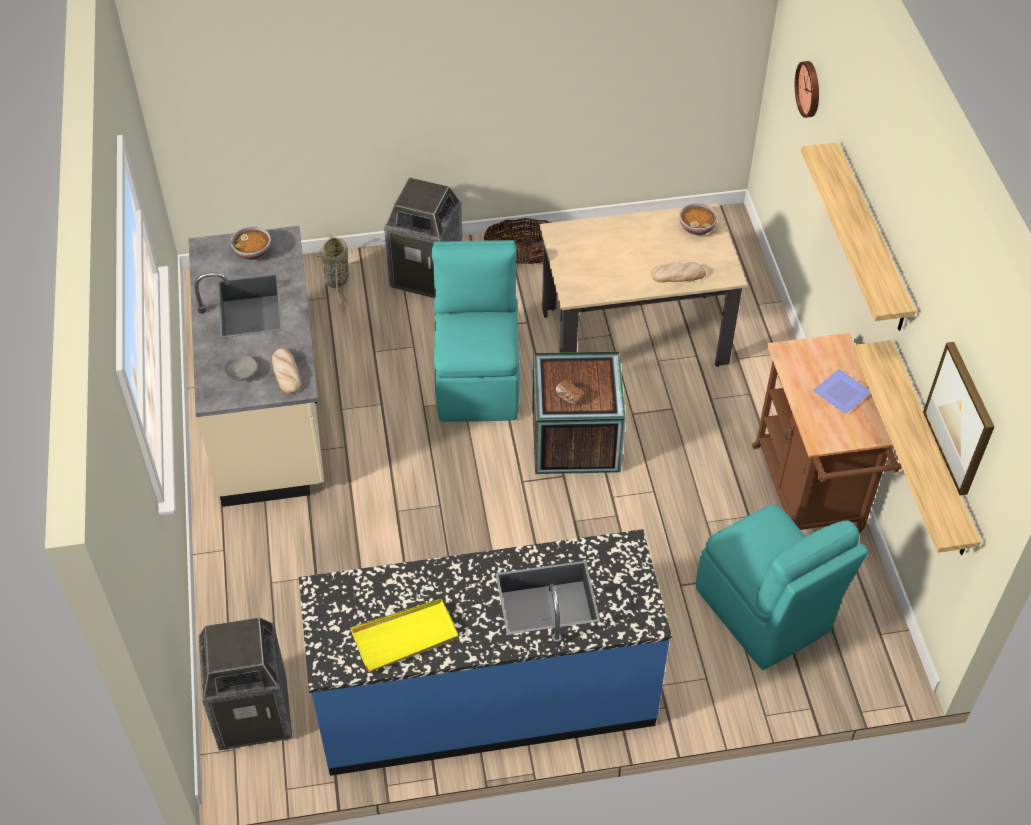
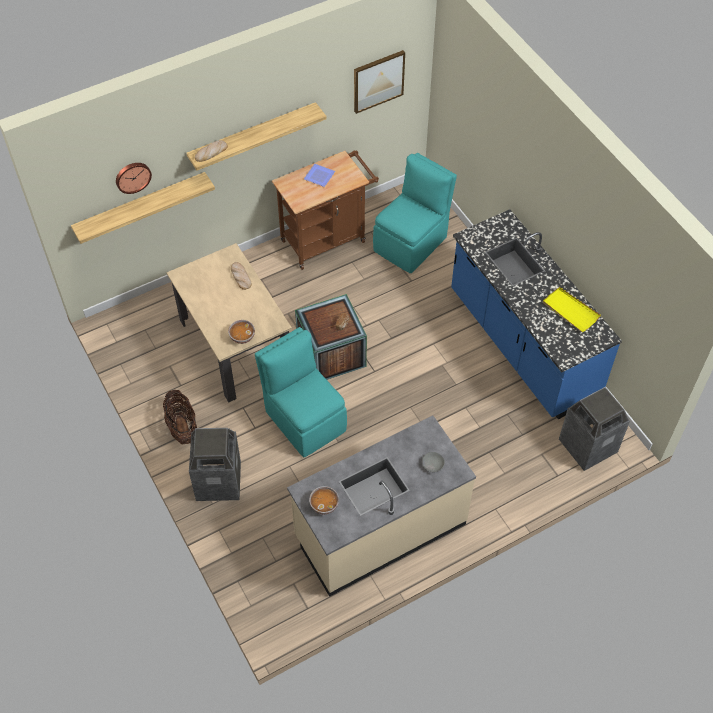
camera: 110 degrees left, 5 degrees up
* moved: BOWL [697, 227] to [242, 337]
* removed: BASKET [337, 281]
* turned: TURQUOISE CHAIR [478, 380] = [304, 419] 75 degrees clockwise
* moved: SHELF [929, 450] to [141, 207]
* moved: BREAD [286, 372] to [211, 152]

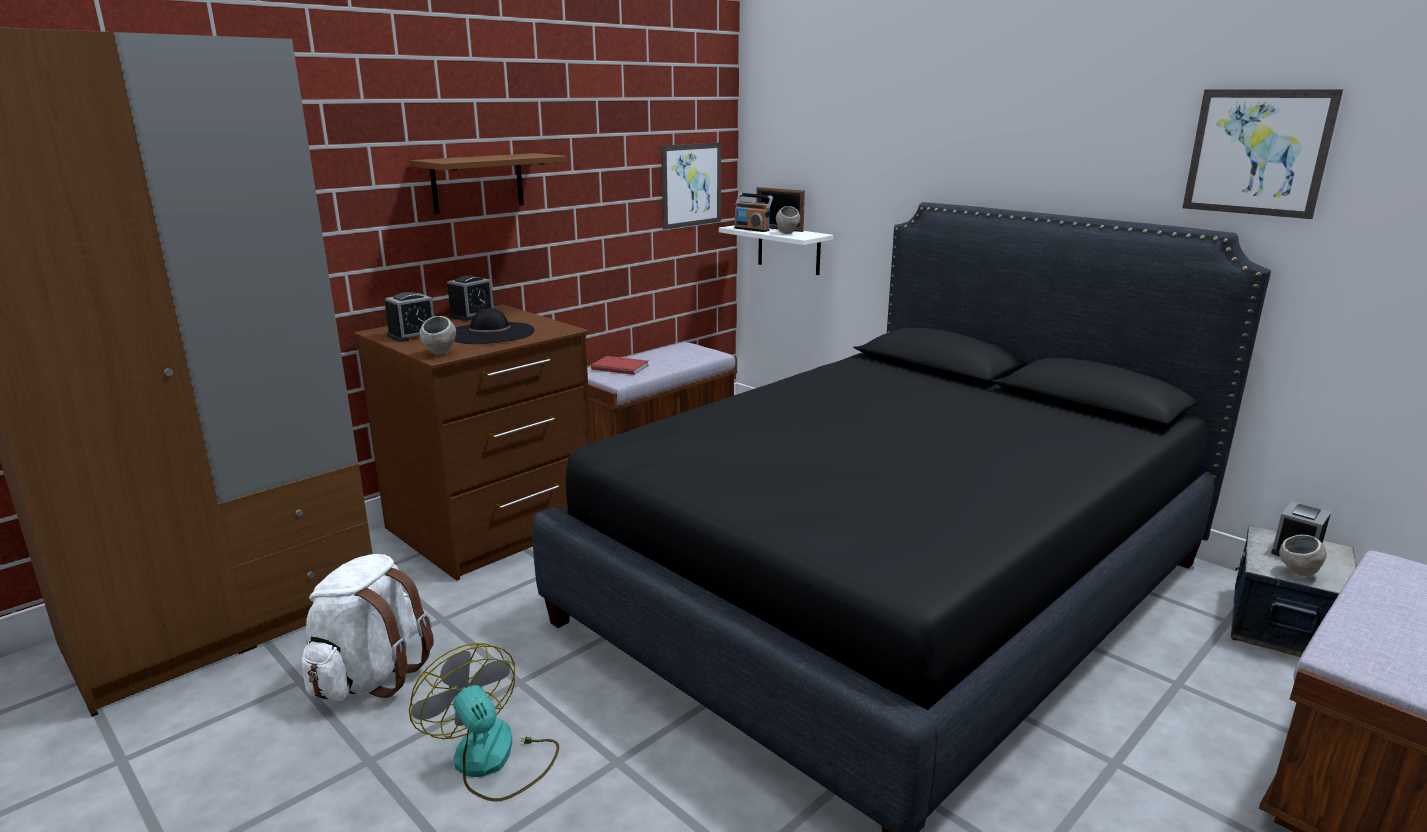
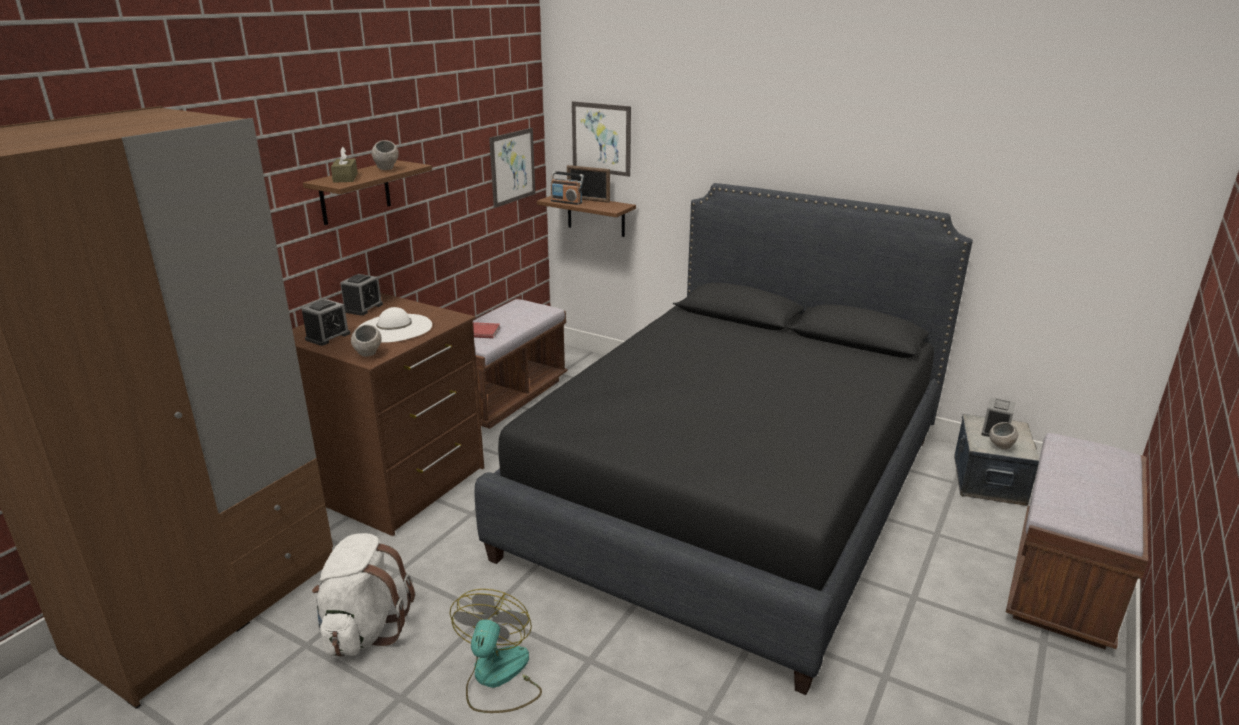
camera: 15 degrees left, 5 degrees up
* moved: PICTURE [1257, 152] to [601, 138]
* moved: GREY BOWL [787, 233] to [387, 169]
* recoloured: WHITE SHELF [789, 249] to BROWN SHELF [596, 215]
* recoloured: BLACK HAT [490, 333] to WHITE HAT [394, 328]
* turned: FAN [493, 760] = [497, 678] 60 degrees clockwise
* added: BROWN TISSUE BOX [345, 178]

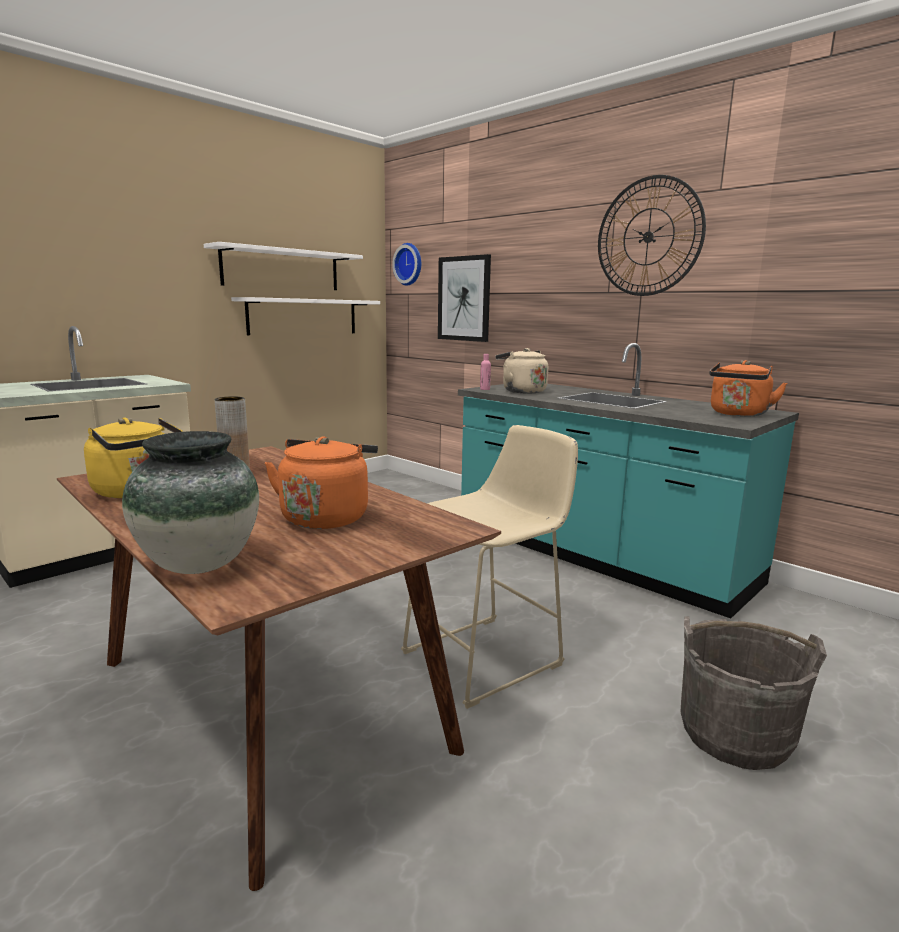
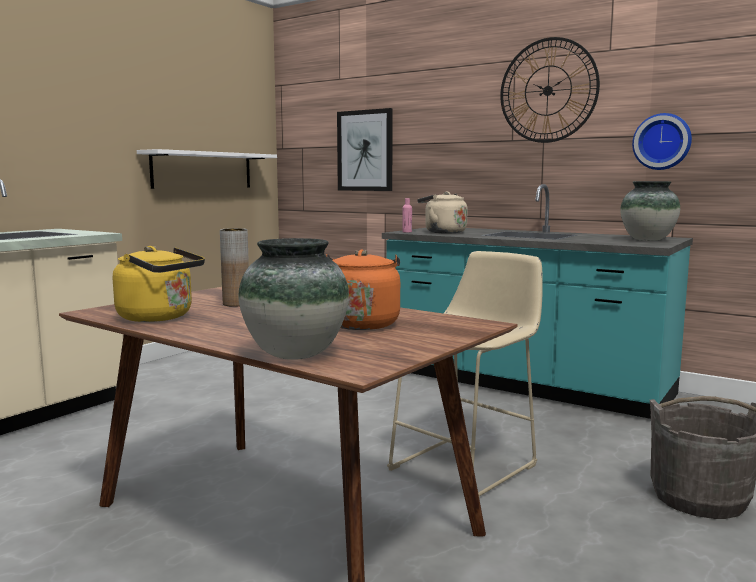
camera: 10 degrees left, 5 degrees down
* removed: WHITE SHELF [281, 269]
* moved: WALL CLOCK [410, 264] to [662, 142]
* replaced: ORANGE KETTLE [738, 414] to VASE [647, 240]

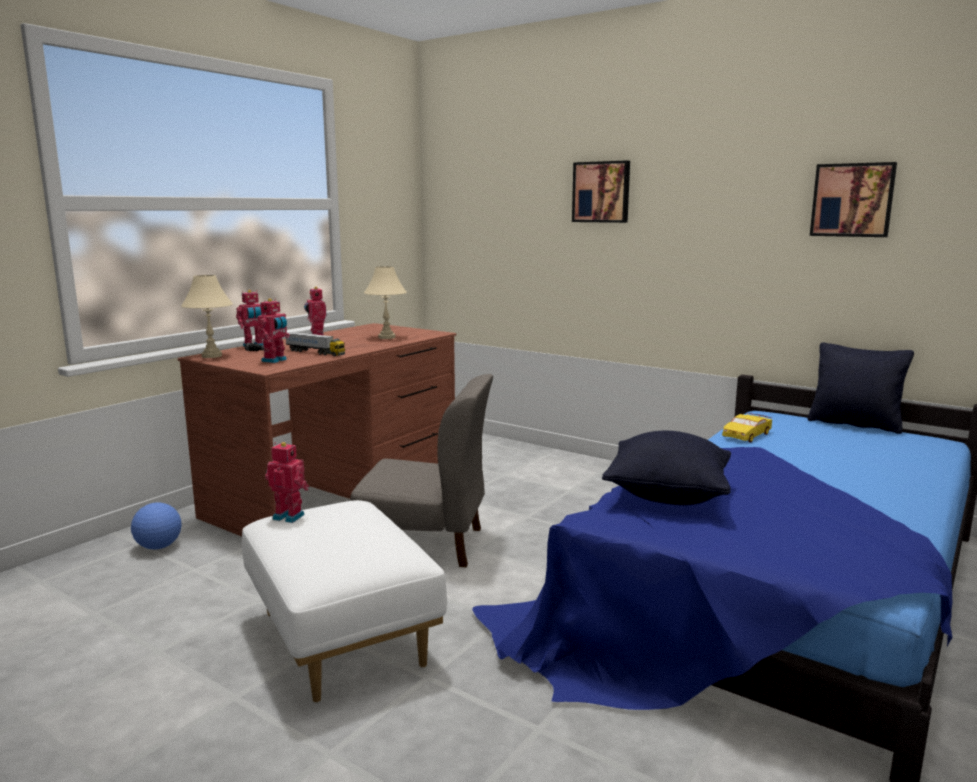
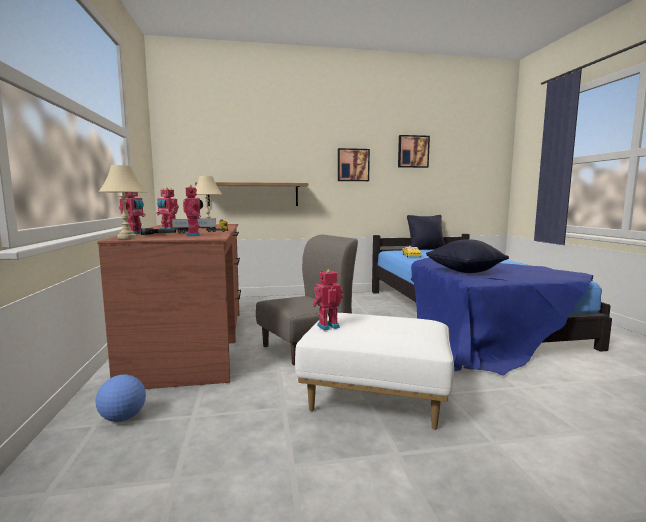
camera: 45 degrees left, 5 degrees down
* moved: PICTURE [601, 192] to [353, 165]
* added: SHELF [253, 194]

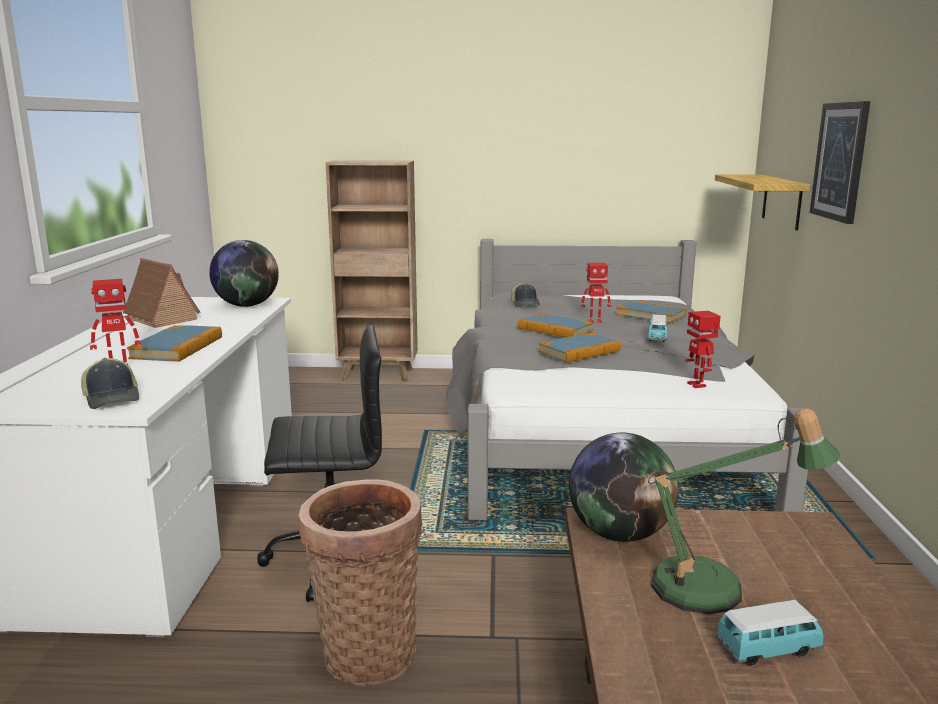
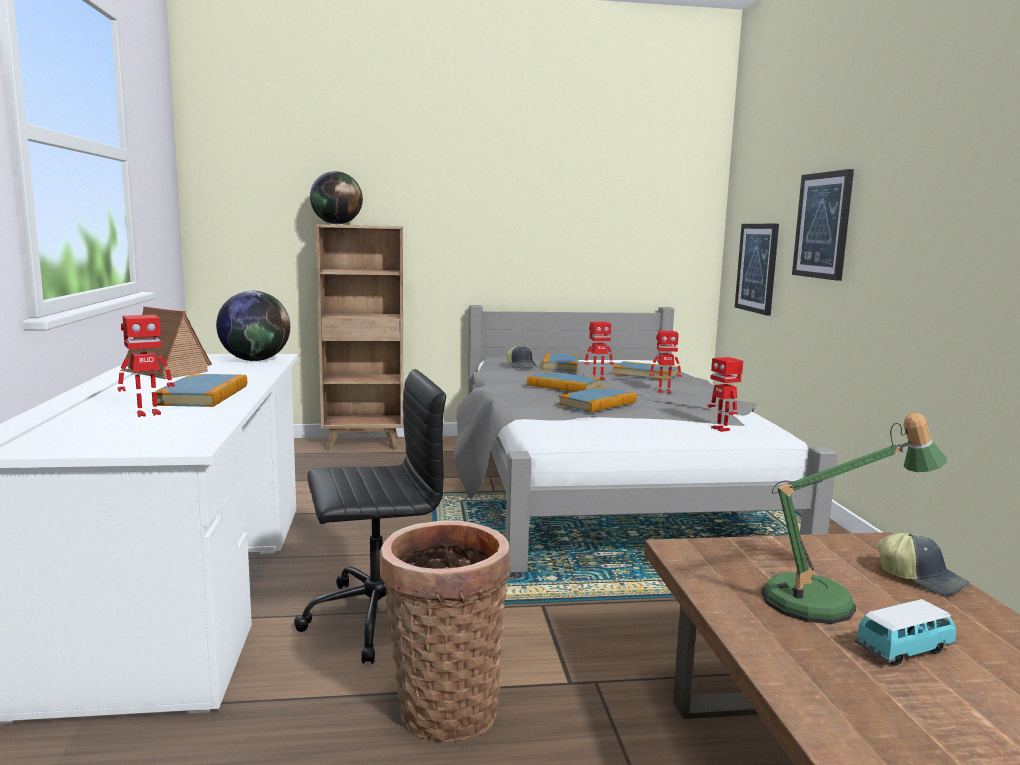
camera: 10 degrees left, 5 degrees down
* replaced: SHELF [782, 201] to PICTURE [757, 268]
* replaced: TOY CAR [657, 338] to TOY ROBOT [664, 391]
* moved: CAP [113, 398] to [922, 579]
* moved: GLOBE [619, 534] to [337, 224]
* added: BOOK [560, 365]

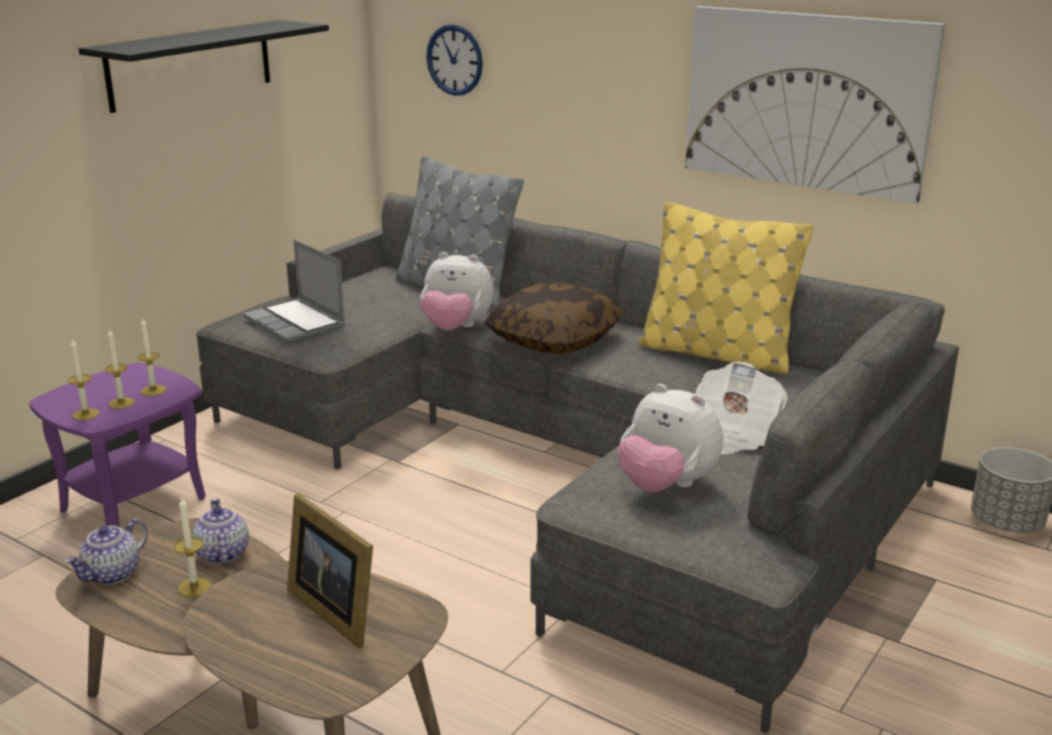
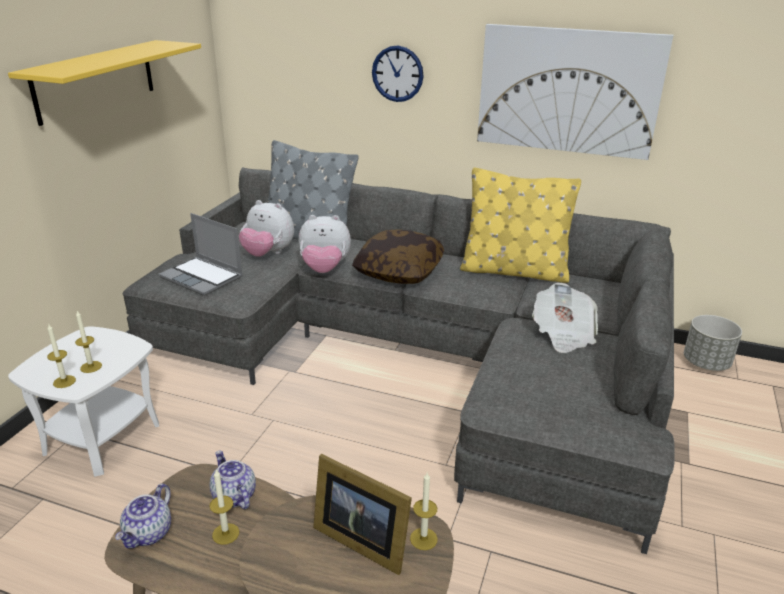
camera: 15 degrees left, 5 degrees up
* recoloured: BLACK SHELF [191, 64] to YELLOW SHELF [95, 80]
* moved: WALL CLOCK [455, 60] to [397, 74]
* moved: CANDLE [153, 390] to [423, 539]
* recoloured: PURPLE SIDE TABLE [133, 503] to WHITE SIDE TABLE [102, 438]
* moved: PLUSH TOY [666, 486] to [268, 254]

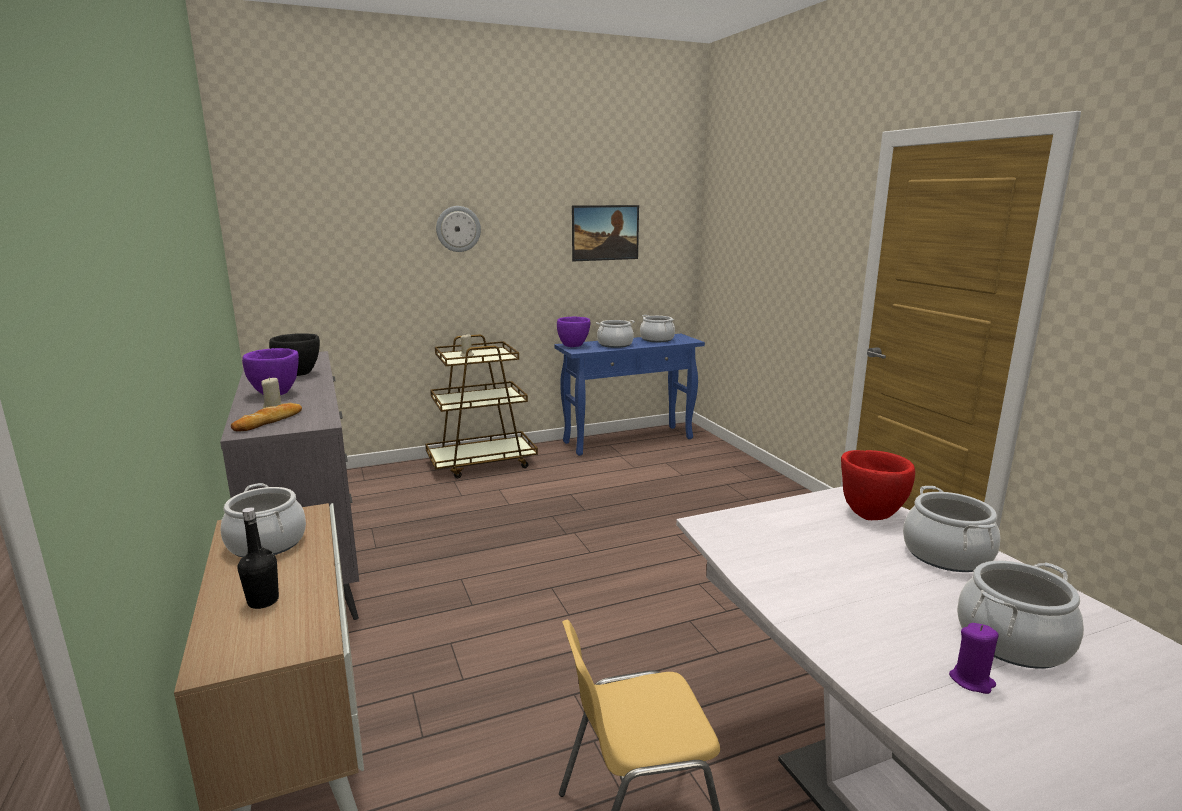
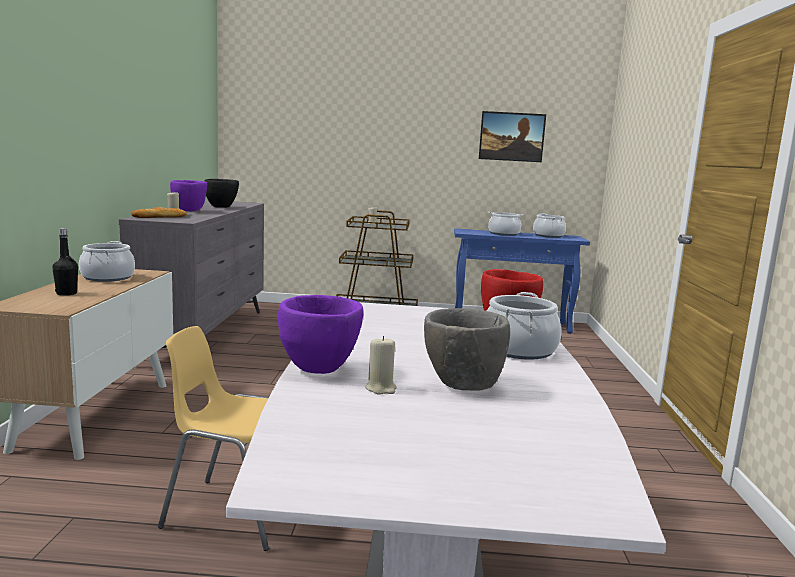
camera: 25 degrees right, 5 degrees down
* removed: WALL CLOCK [458, 229]
* moved: PURPLE BOWL [573, 346] to [319, 370]
* replaced: COOKING POT [1013, 641] to GREY BOWL [462, 386]
* recoloured: PURPLE CANDLE [972, 681] to BEIGE CANDLE [381, 388]

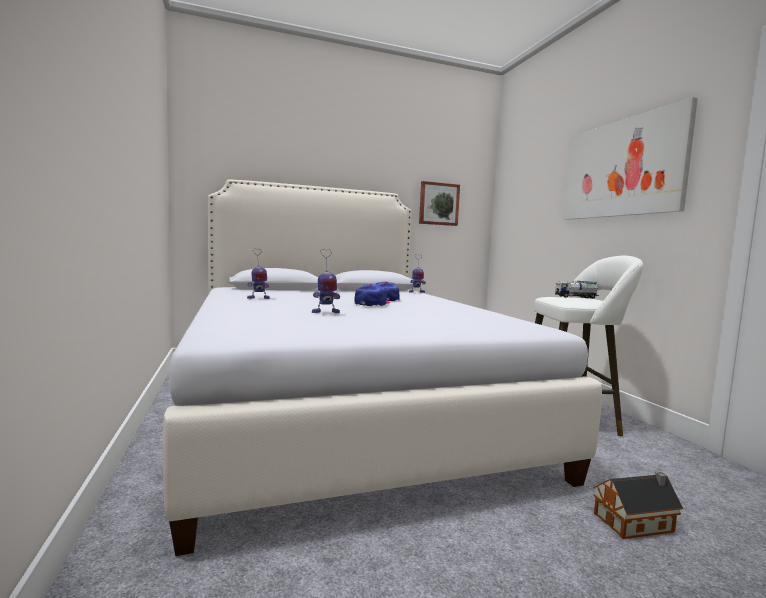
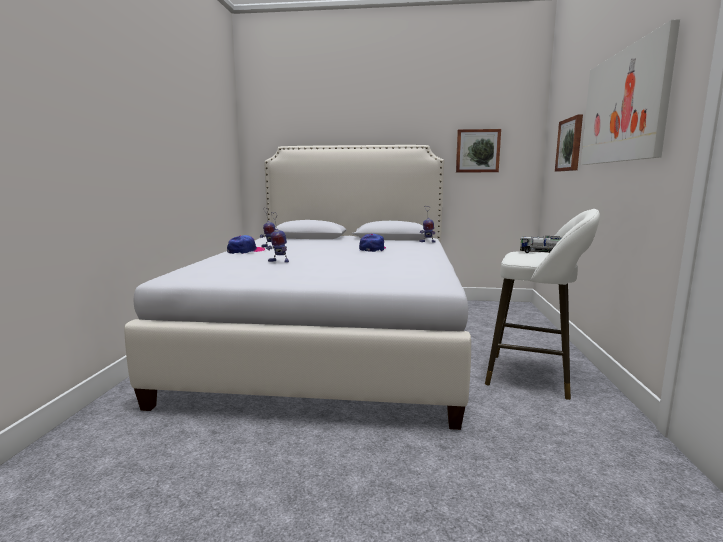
camera: 25 degrees right, 5 degrees up
* moved: CAP [372, 303] to [245, 251]
* removed: TOY HOUSE [636, 522]
* added: PICTURE [570, 144]

